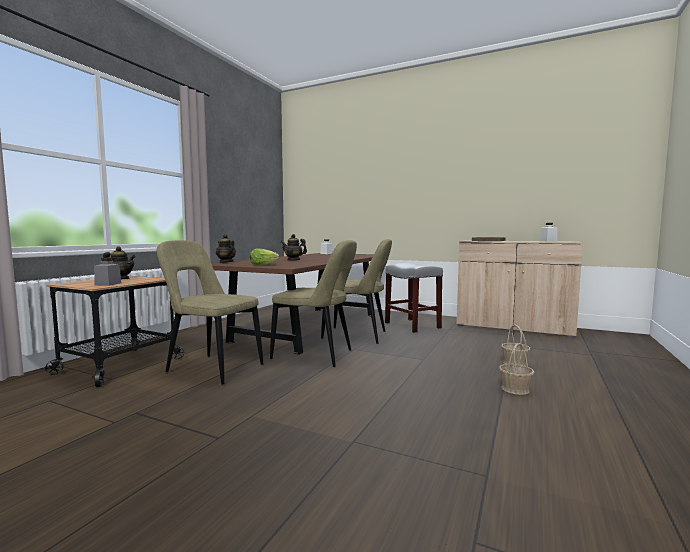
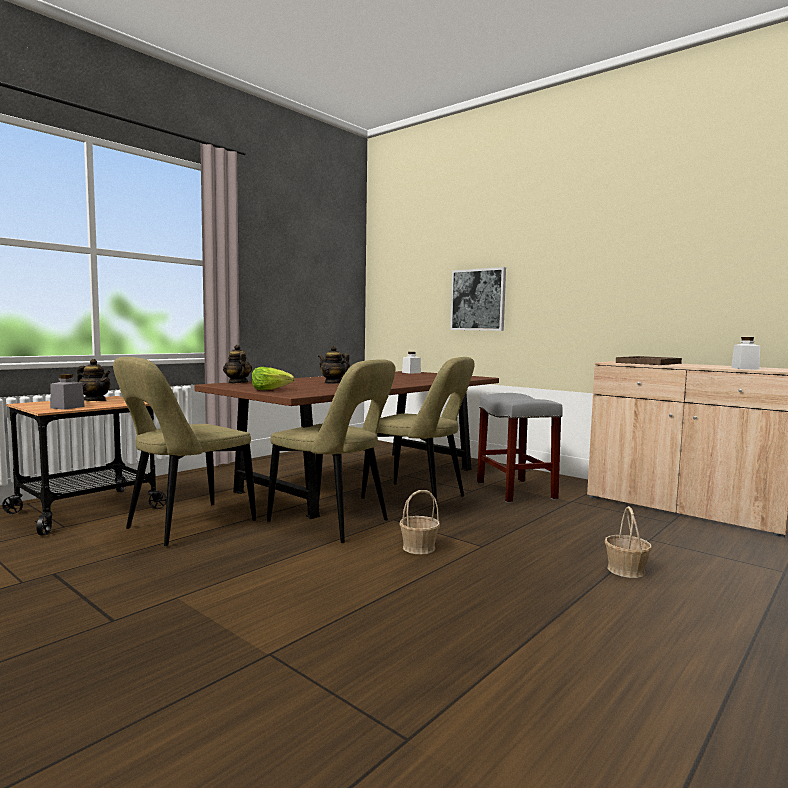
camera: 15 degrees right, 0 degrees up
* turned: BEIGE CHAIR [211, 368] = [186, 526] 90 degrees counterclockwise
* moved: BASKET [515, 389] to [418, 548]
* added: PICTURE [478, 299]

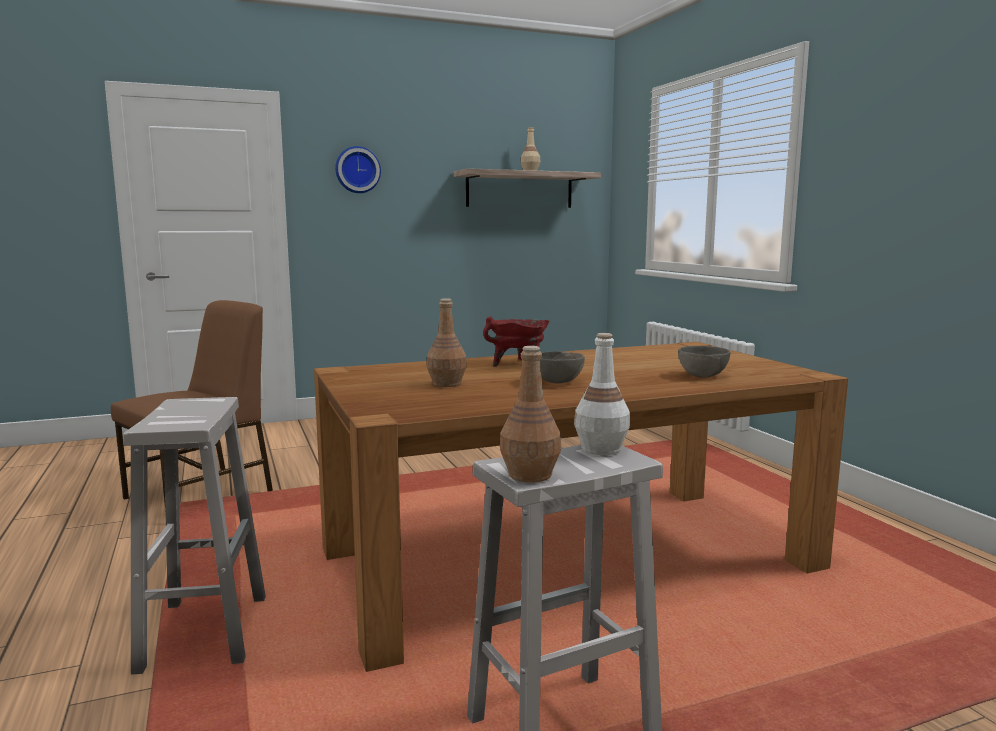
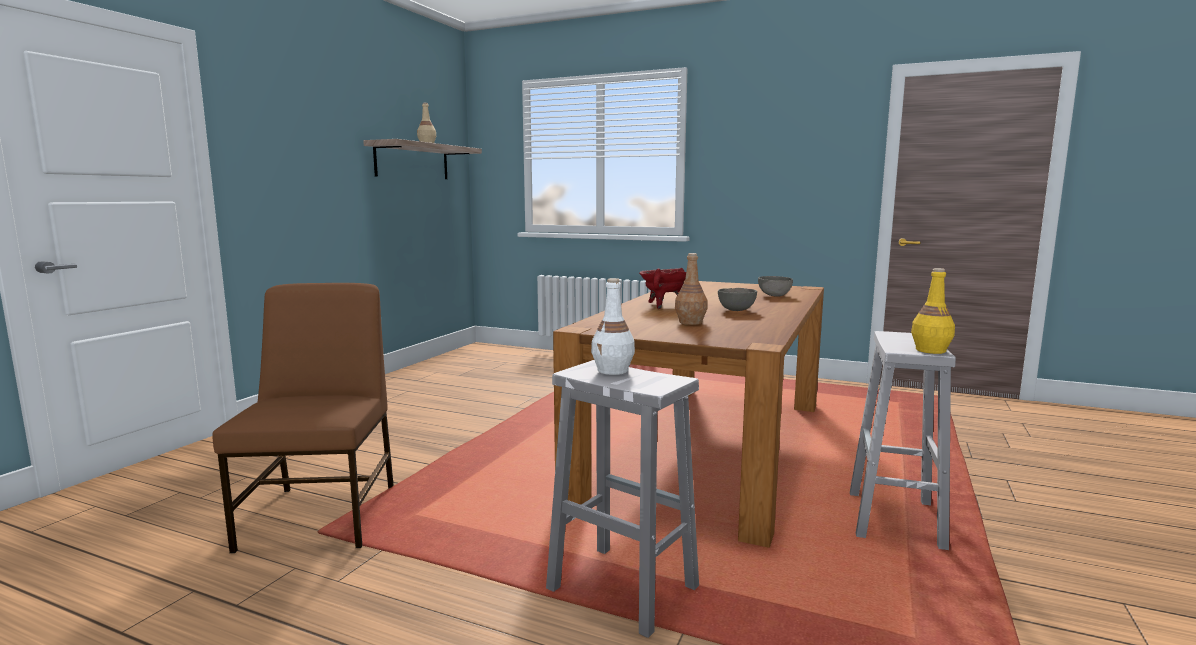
camera: 45 degrees left, 0 degrees up
* removed: WALL CLOCK [357, 170]
* moved: WHITE BOTTLE [601, 449] to [613, 371]
* recoloured: BROWN BOTTLE [529, 475] to YELLOW BOTTLE [930, 350]

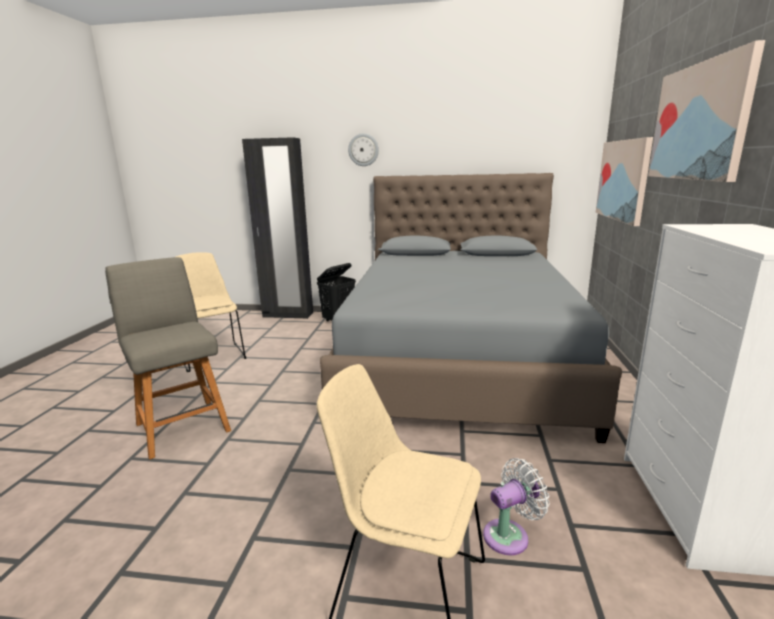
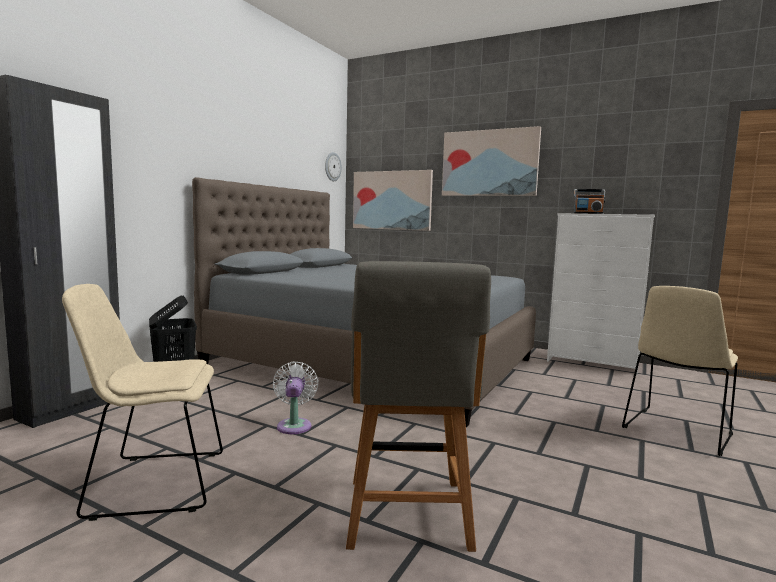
camera: 70 degrees left, 10 degrees down
* moved: WALL CLOCK [363, 150] to [332, 166]
* turned: GREY CHAIR [182, 425] = [408, 516] 75 degrees counterclockwise
* moved: WHITE FAN [510, 535] to [294, 425]
* added: RADIO [588, 213]

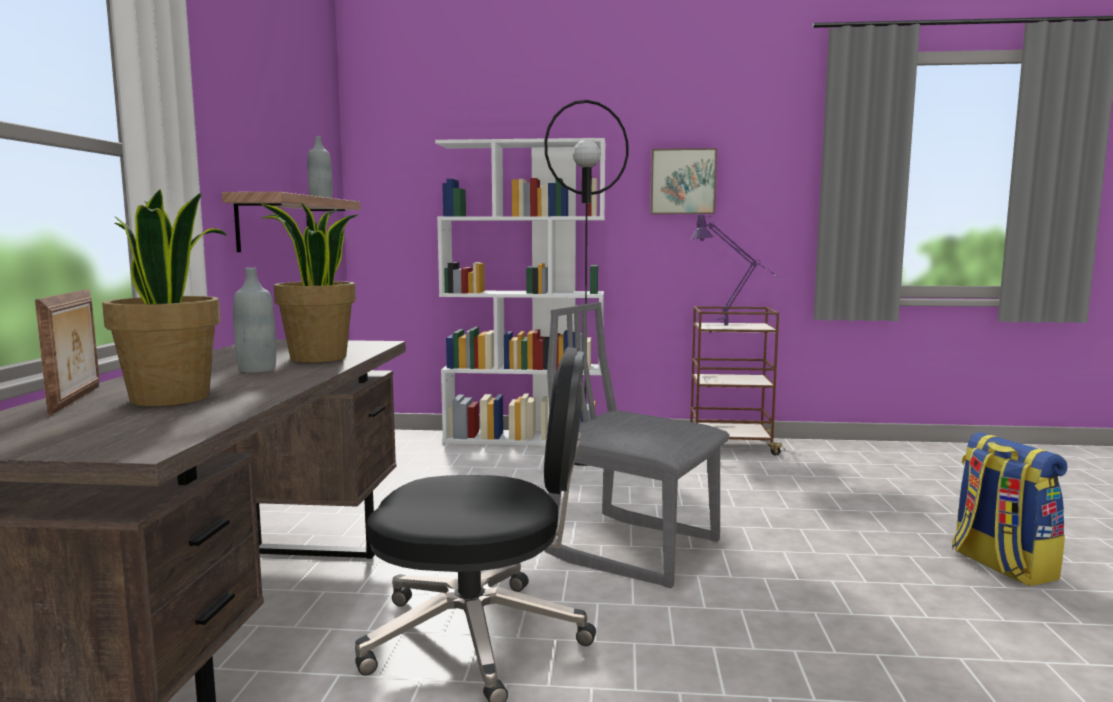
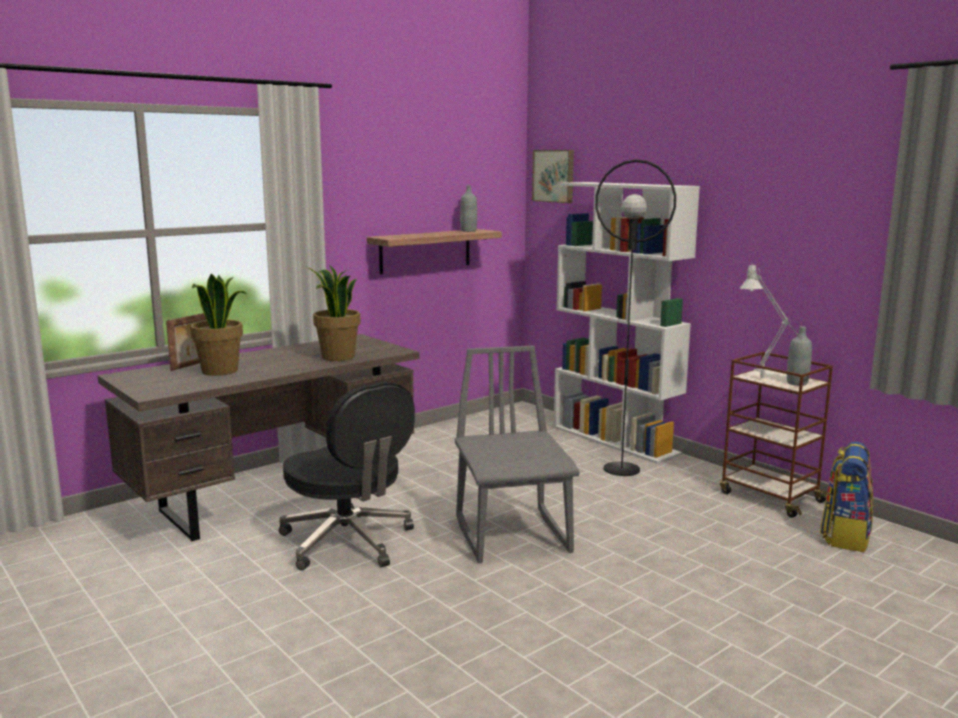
camera: 45 degrees right, 5 degrees up
* moved: PICTURE [682, 181] to [554, 176]
* recoloured: PURPLE TABLE LAMP [732, 327] to GREY TABLE LAMP [766, 381]
* moved: GREY BOTTLE [257, 369] to [797, 383]
* moved: BACKPACK [1000, 565] to [844, 536]

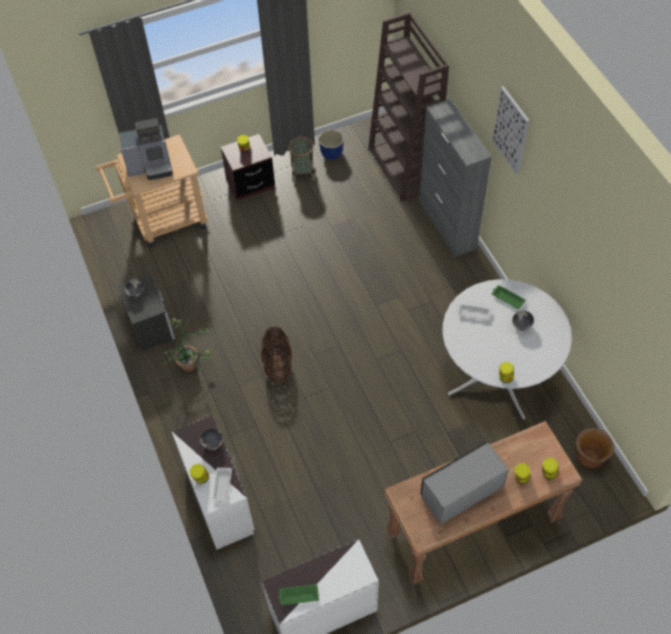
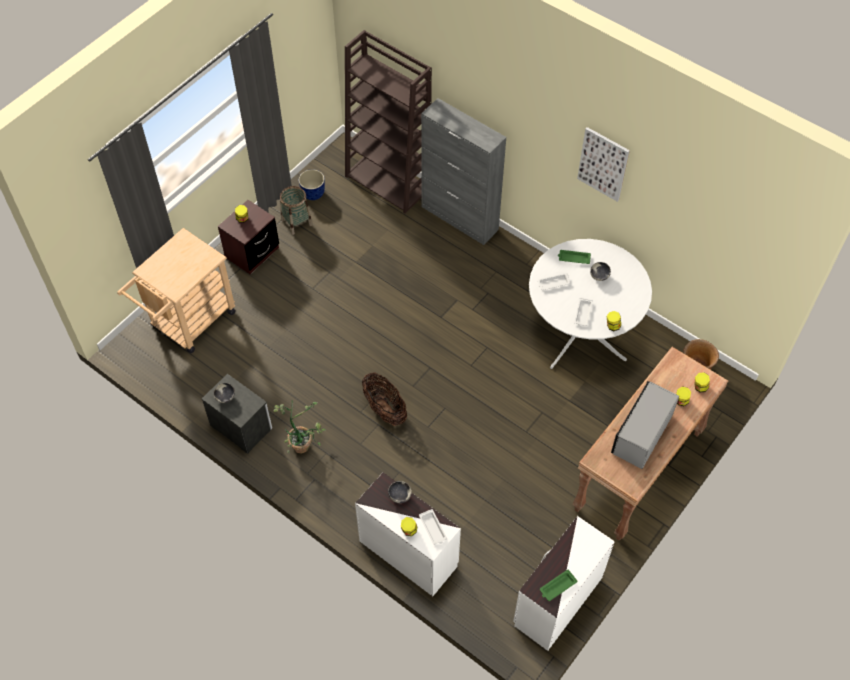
camera: 30 degrees left, 0 degrees up
* moved: PICTURE [511, 130] to [603, 164]
* removed: COFFEE MACHINE [151, 166]
* added: WHITE TRAY [583, 314]

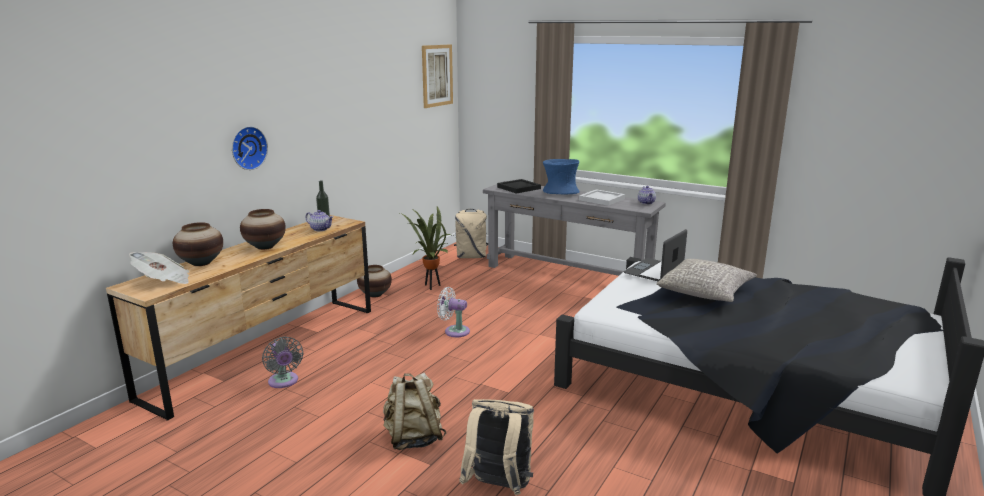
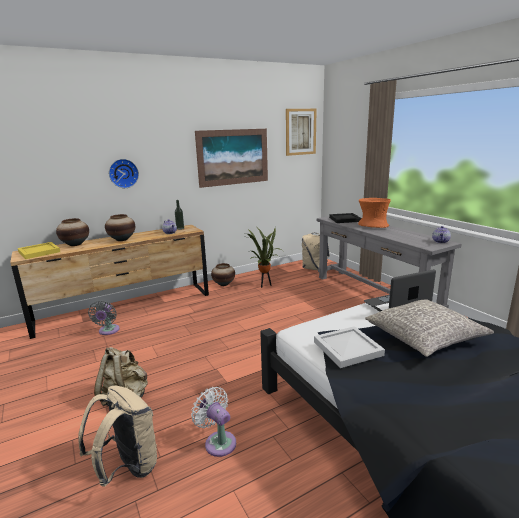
camera: 30 degrees right, 0 degrees up
* recoloured: BLUE VASE [560, 193] to ORANGE VASE [373, 226]
* moved: WHITE TRAY [602, 199] to [349, 349]
* replaced: NEWSPAPER [164, 281] to YELLOW TRAY [40, 252]
* moved: WHITE FAN [454, 331] to [218, 441]
* added: PICTURE [233, 157]

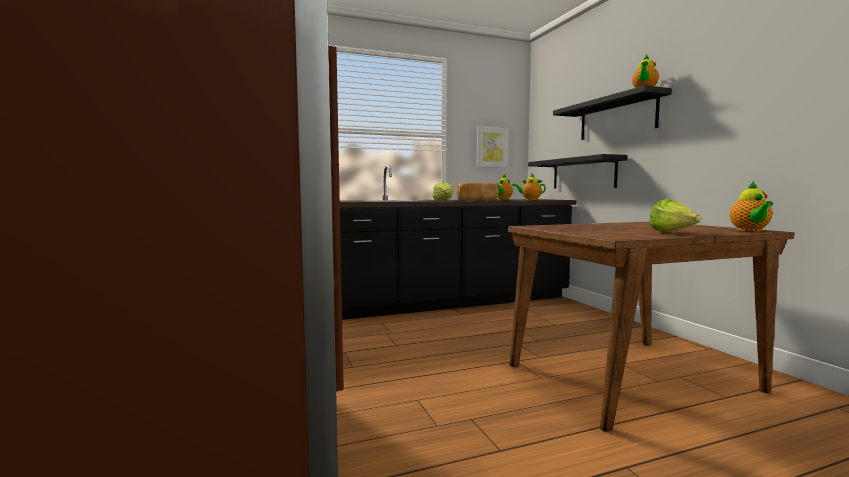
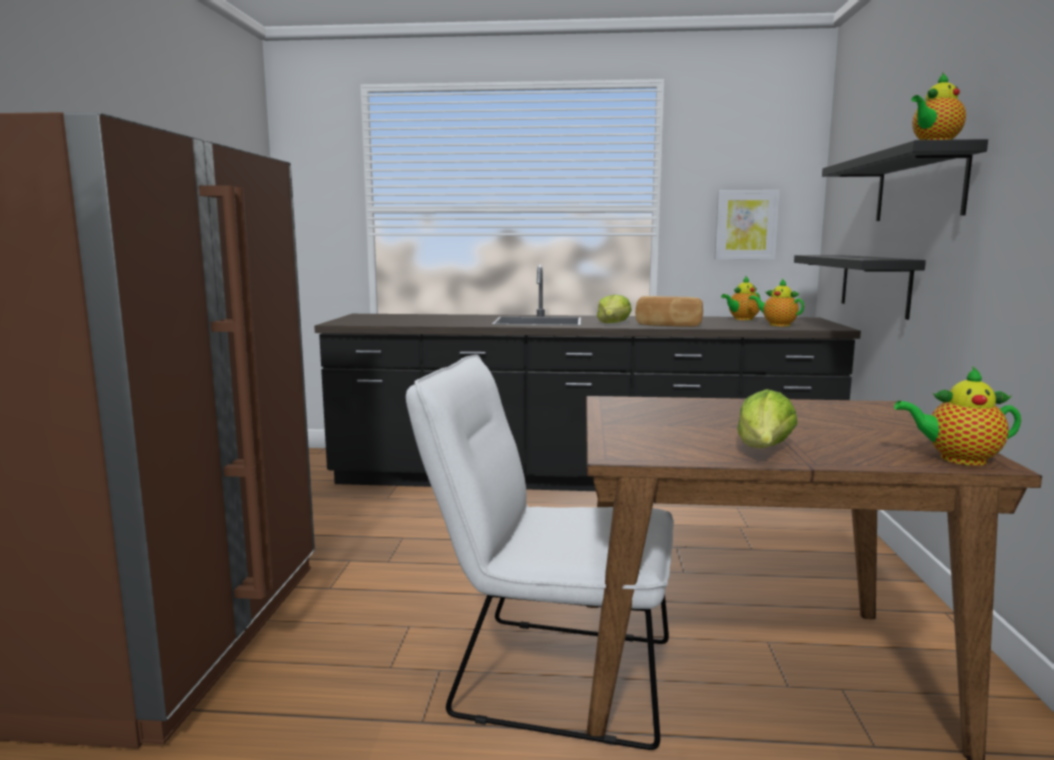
camera: 25 degrees right, 5 degrees up
* turned: TEAPOT [750, 230] = [957, 459] 60 degrees clockwise
* added: WHITE CHAIR [547, 675]

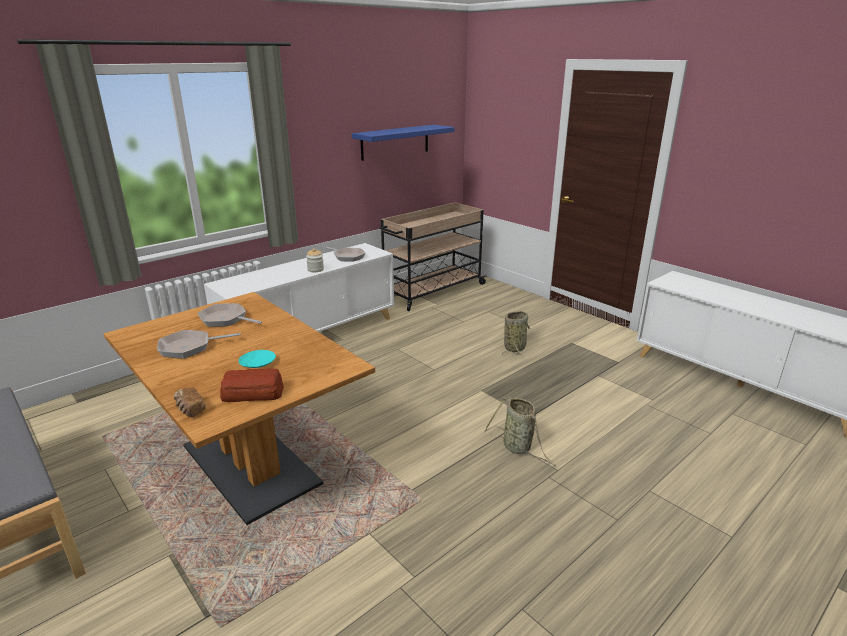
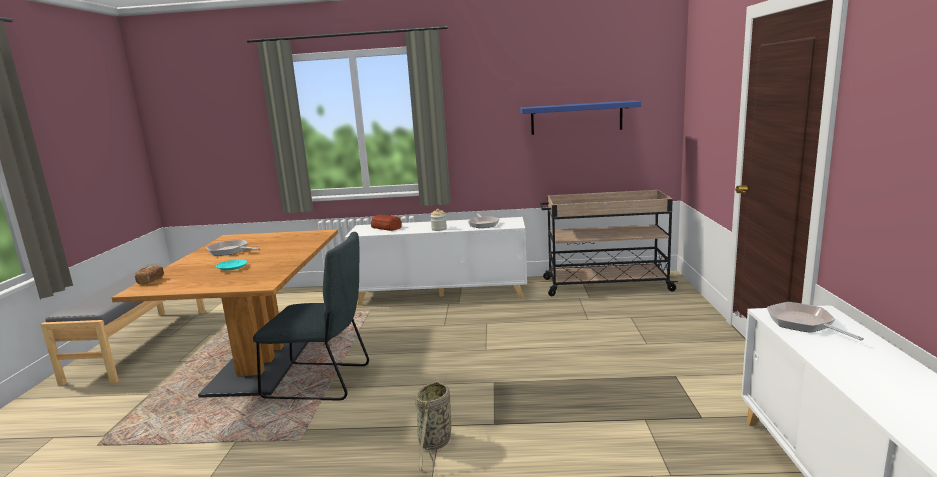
camera: 45 degrees right, 10 degrees down
* moved: FRYING PAN [226, 319] to [803, 323]
* removed: BASKET [515, 347]
* moved: BREAD [252, 393] to [386, 227]
* added: GREY CHAIR [322, 381]

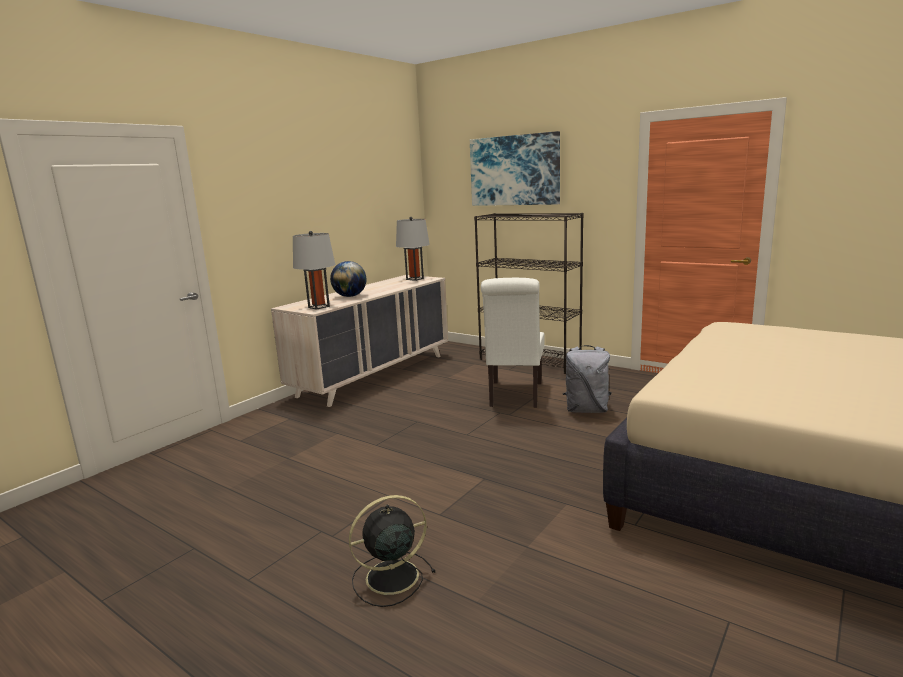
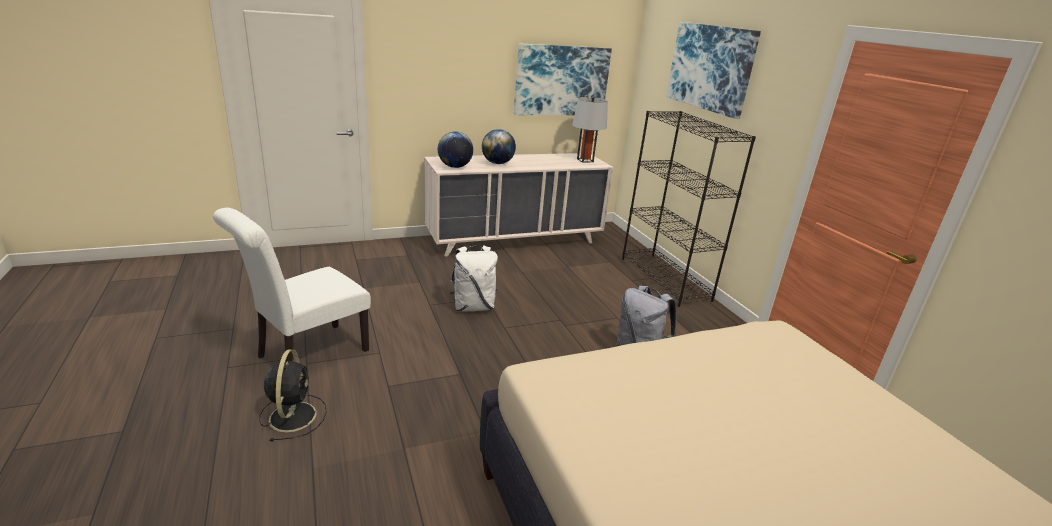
camera: 30 degrees right, 10 degrees up
* replaced: GREY TABLE LAMP [319, 307] to GLOBE [455, 167]
* moved: WHITE CHAIR [514, 396] to [307, 355]
* turned: BLACK FAN [390, 577] = [293, 415] 75 degrees clockwise
* added: PICTURE [561, 80]
* added: WHITE BACKPACK [473, 306]

